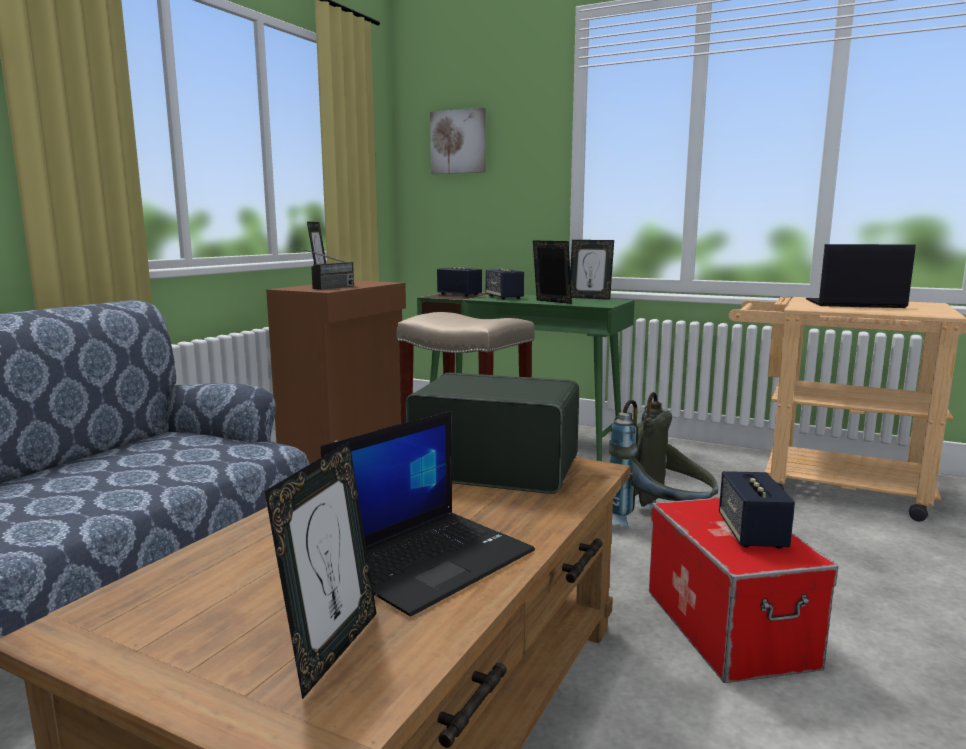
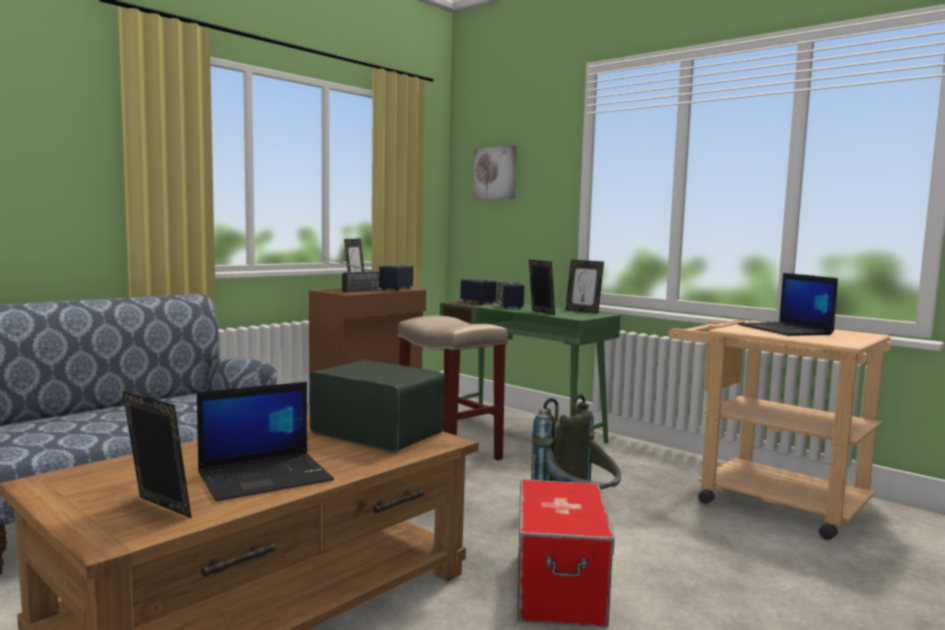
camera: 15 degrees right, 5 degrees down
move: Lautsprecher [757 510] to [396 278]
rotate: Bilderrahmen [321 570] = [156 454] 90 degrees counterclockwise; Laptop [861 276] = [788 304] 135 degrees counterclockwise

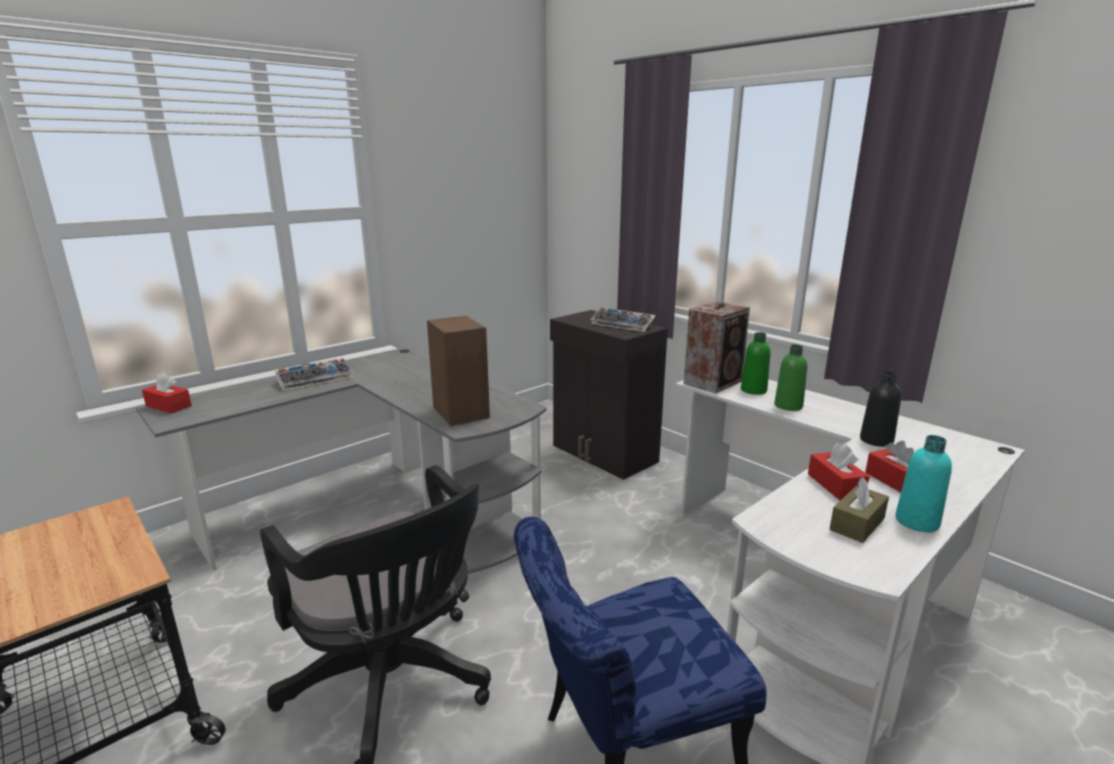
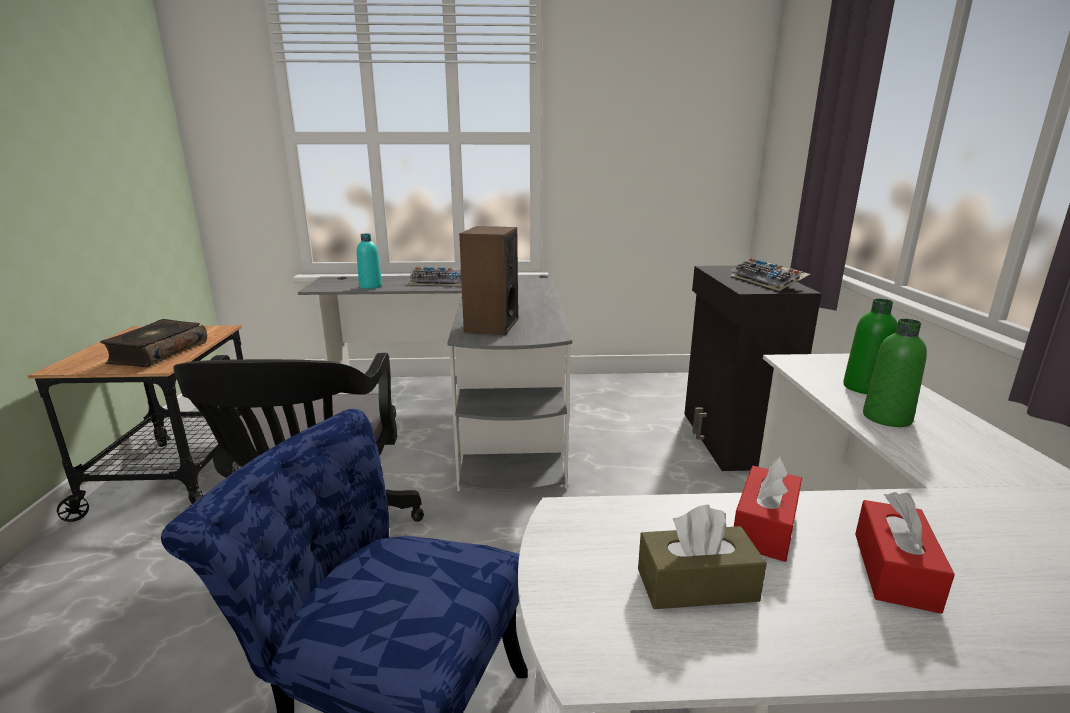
camera: 40 degrees right, 0 degrees up
delete: Taschentuchbox [rot] [167 393]; Lautsprecher [717 347]; Flasche [schwarz] [880 409]
insert: Buch [153 343]
move: Flasche [türkis] [924 483] to [369 261]

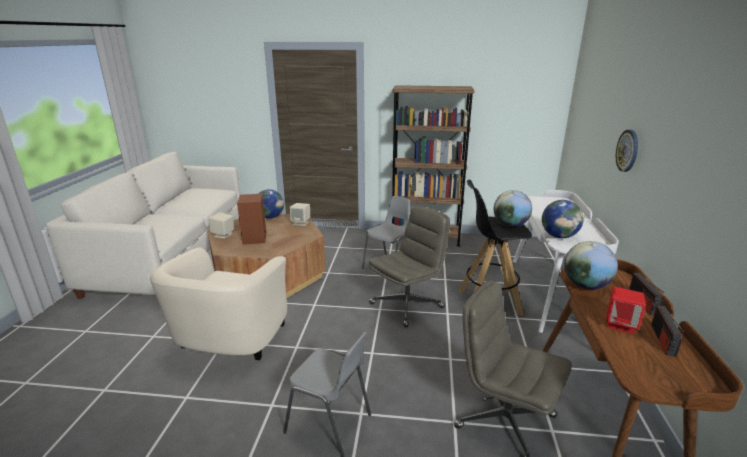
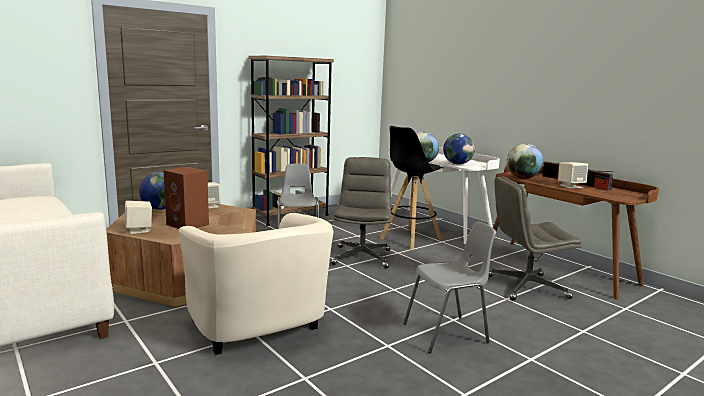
camera: 45 degrees left, 10 degrees down
delete: Wanduhr [627 151]
recolor: Lautsprecher [rot] [626 310] to Lautsprecher [beige] [573 175]

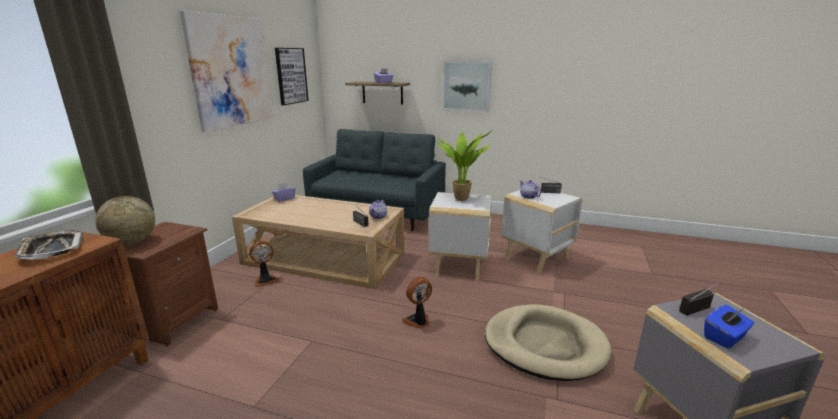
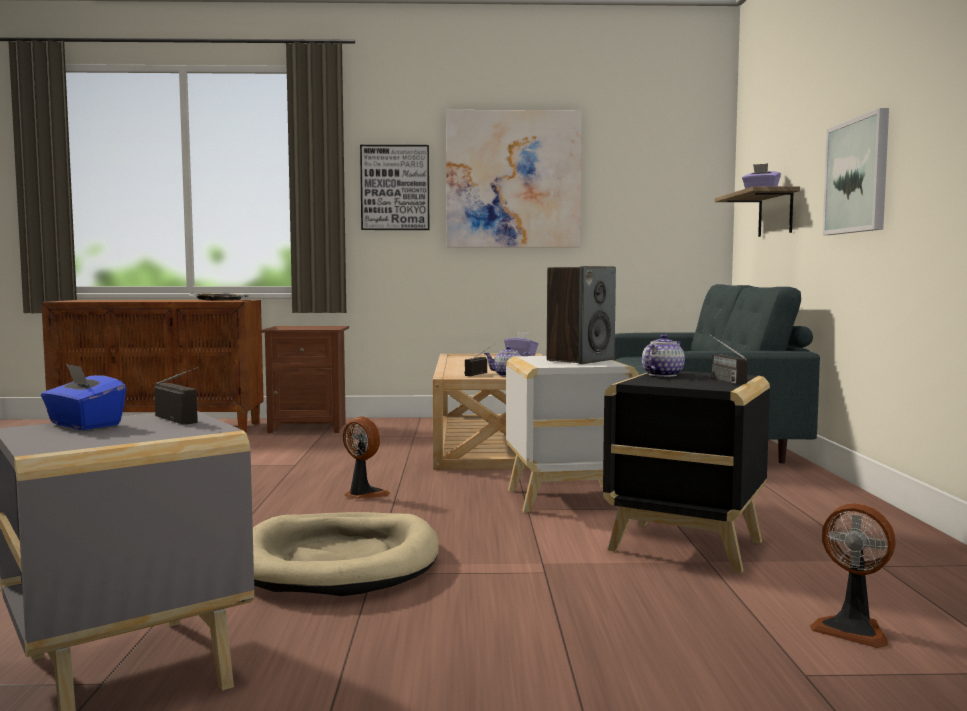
camera: 70 degrees right, 15 degrees down
delete: Globus [125 220]
move: Ventilator [264 264] to [852 575]; Bild [292 76] to [394 187]
replace: Topfpflanze [464 165] to Lautsprecher [581 315]
recolor: Beistelltisch [weiß] [541 230] to Beistelltisch [schwarz] [686 472]

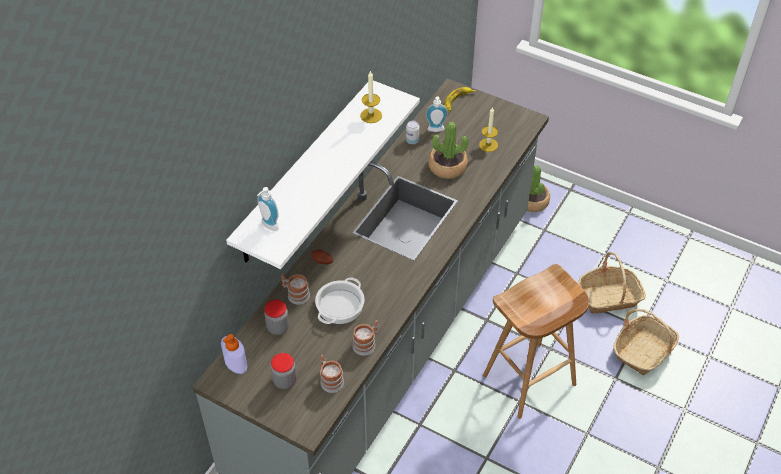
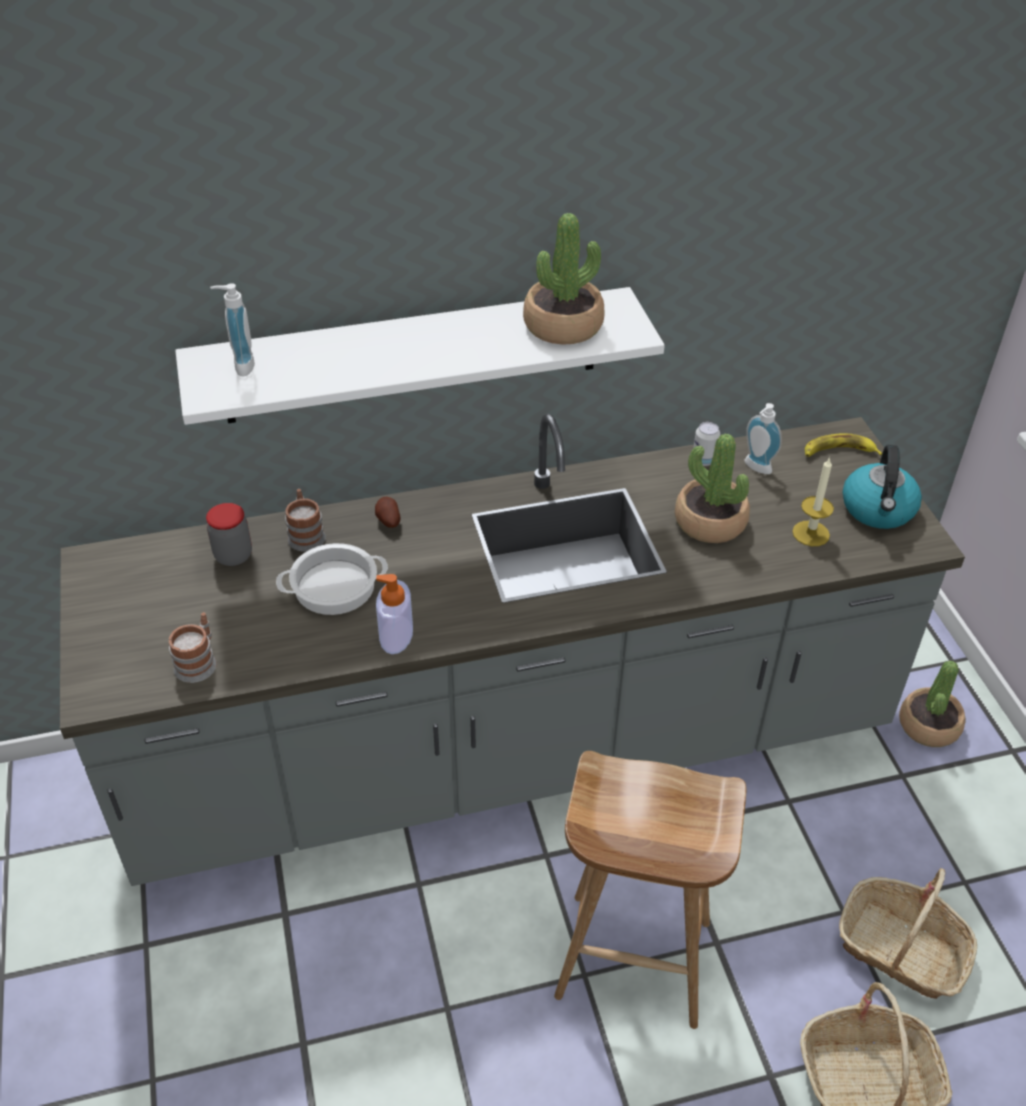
camera: 45 degrees right, 5 degrees down
delete: Vorratsglas [284 371]; Henkelbecher [365 337]
insert: Wasserkessel [882 487]
move: Seifenspender [234 354] to [394 614]
replace: Kerze [371 96] to Topfpflanze [563 279]

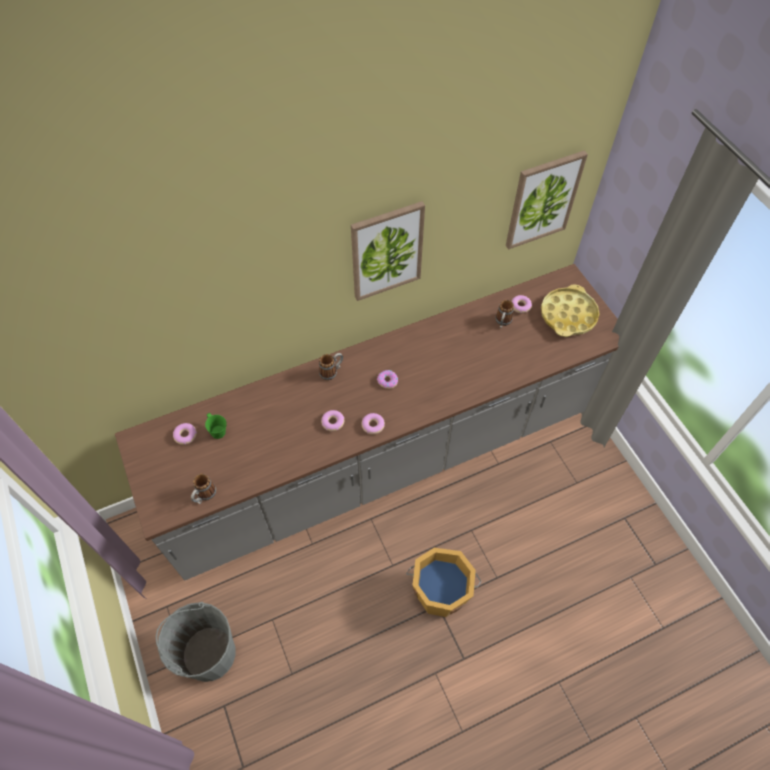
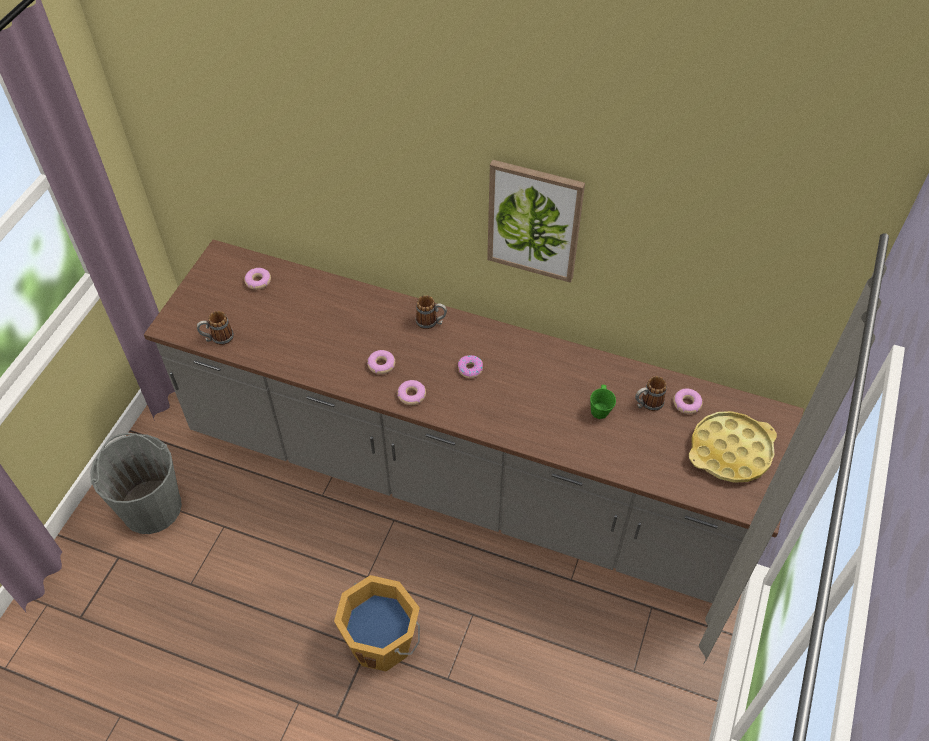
camera: 45 degrees right, 5 degrees down
delete: Bild [547 200]
move: Henkelbecher [grün] [216 426] to [603 402]

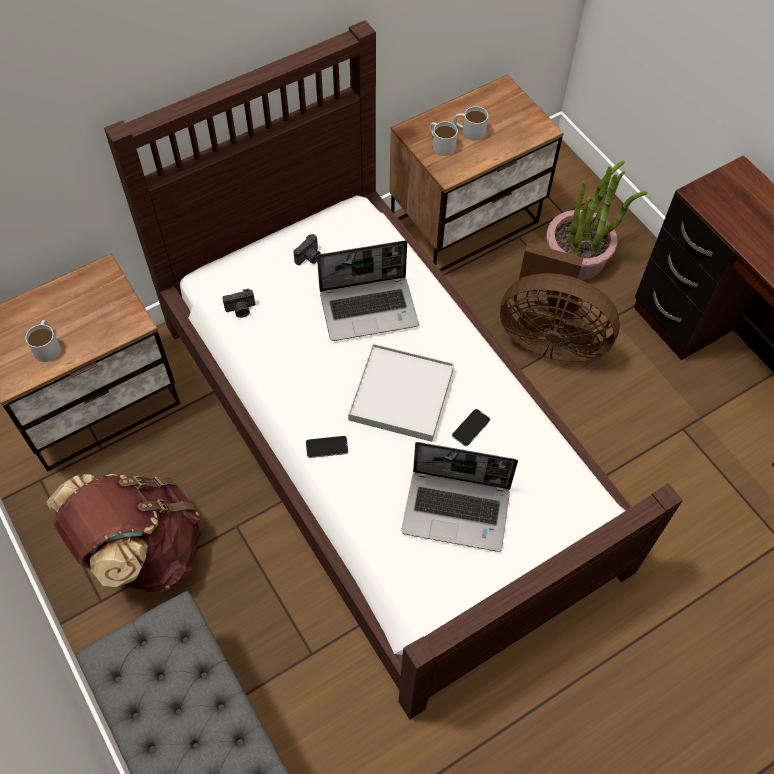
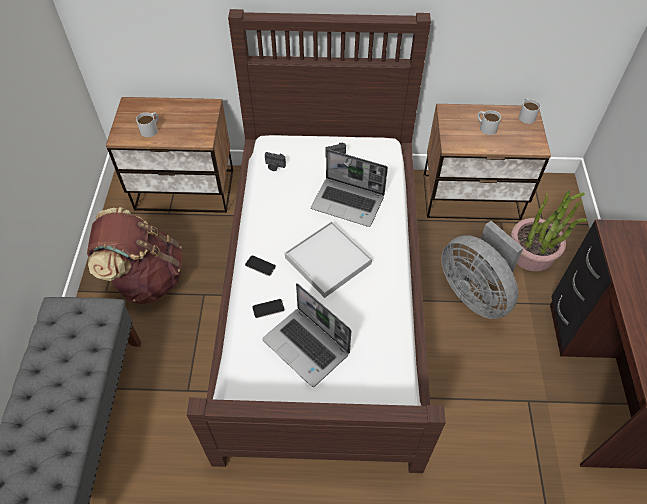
camera: 35 degrees right, 5 degrees down
move: Henkelbecher [weiß] [444 138] to [529 111]; Handy [471 427] to [268 308]
recolor: Ventilator [braun] [560 302] to Ventilator [grau] [482 270]

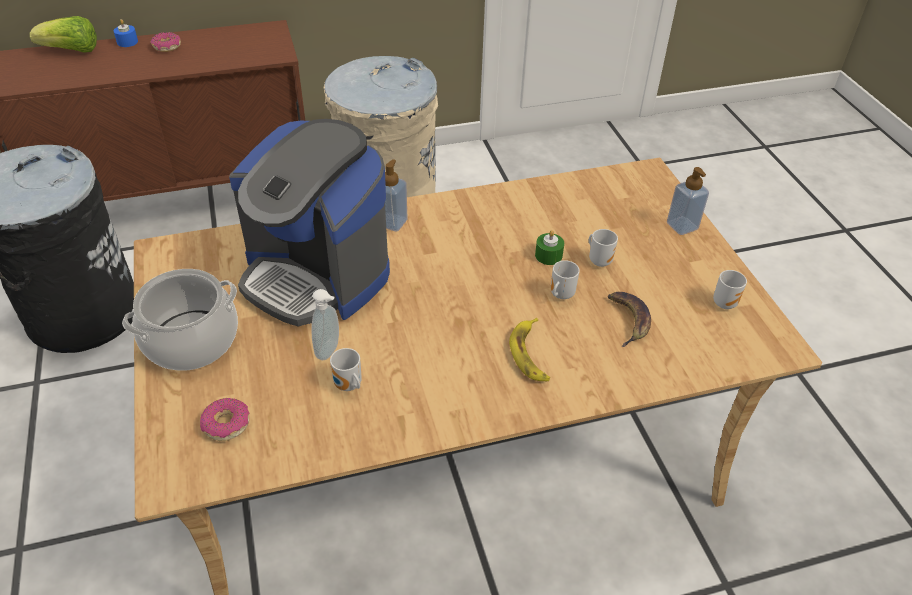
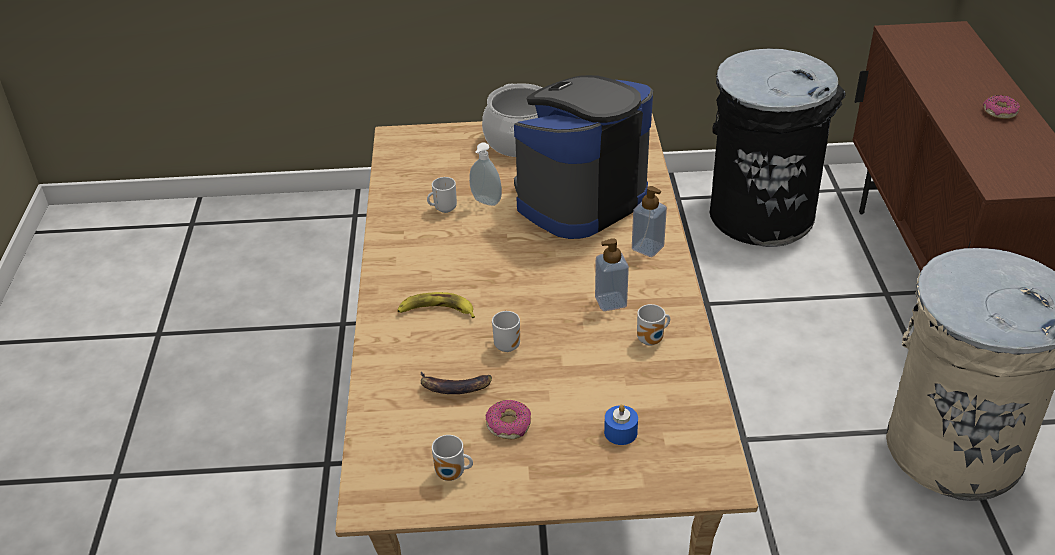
camera: 105 degrees right, 5 degrees down
delete: Salatkopf [63 34]; Kerze [grün] [549 247]
move: Kerze [blau] [126 33] to [621 424]; Donut [224 419] to [508 419]; Henkelbecher [603 248] to [653 325]; Seifenspender [688 201] to [612 274]

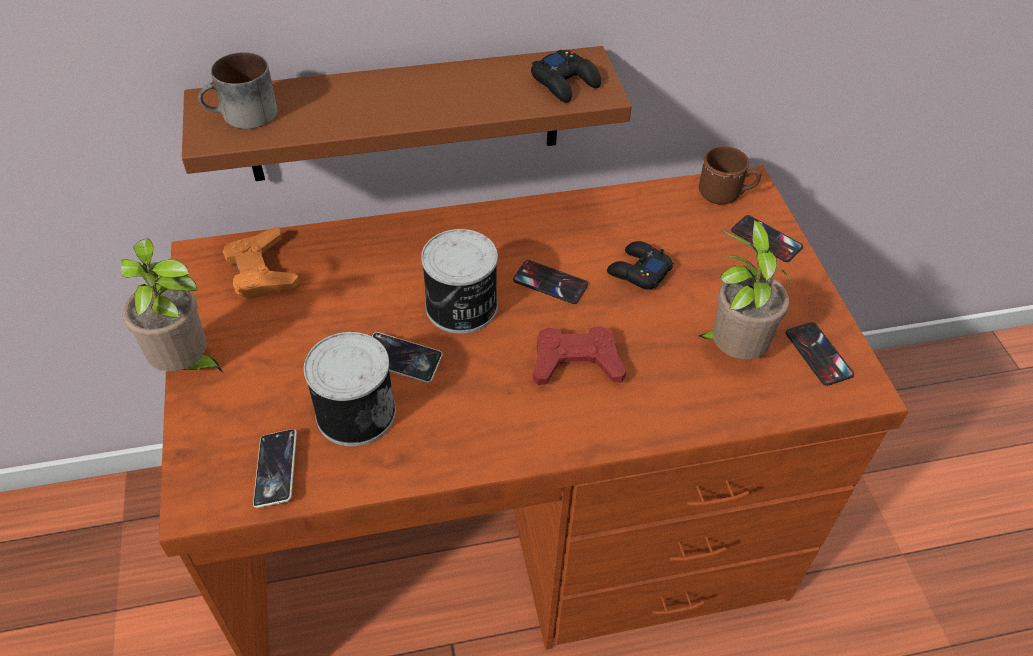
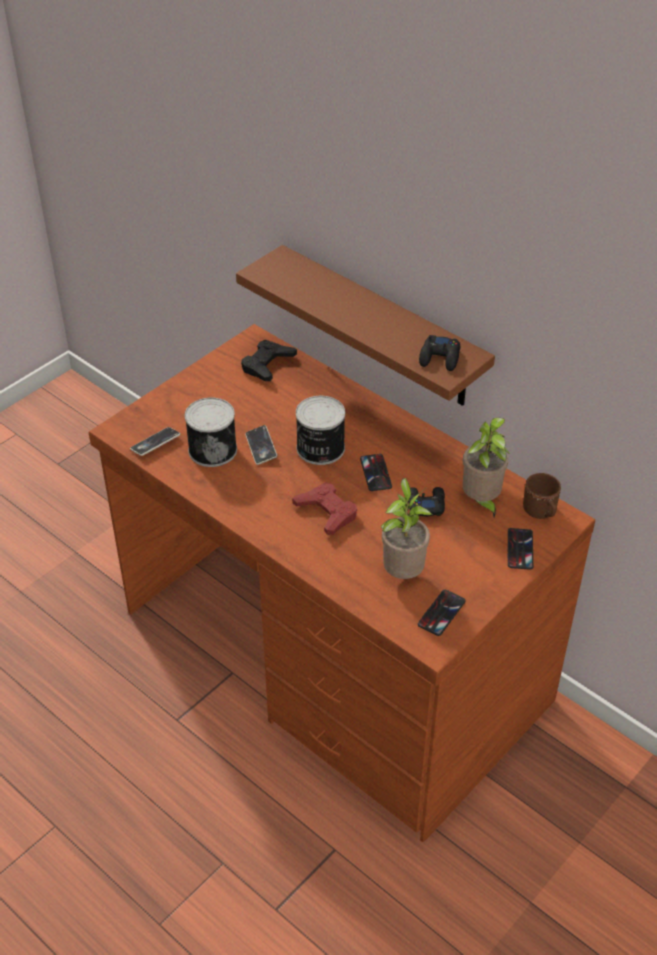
camera: 55 degrees right, 5 degrees down
delete: Henkelbecher [237 90]
move: Topfpflanze [172 306] to [486 468]
recolor: Gamepad [orange] [261 263] to Gamepad [schwarz] [269 360]

